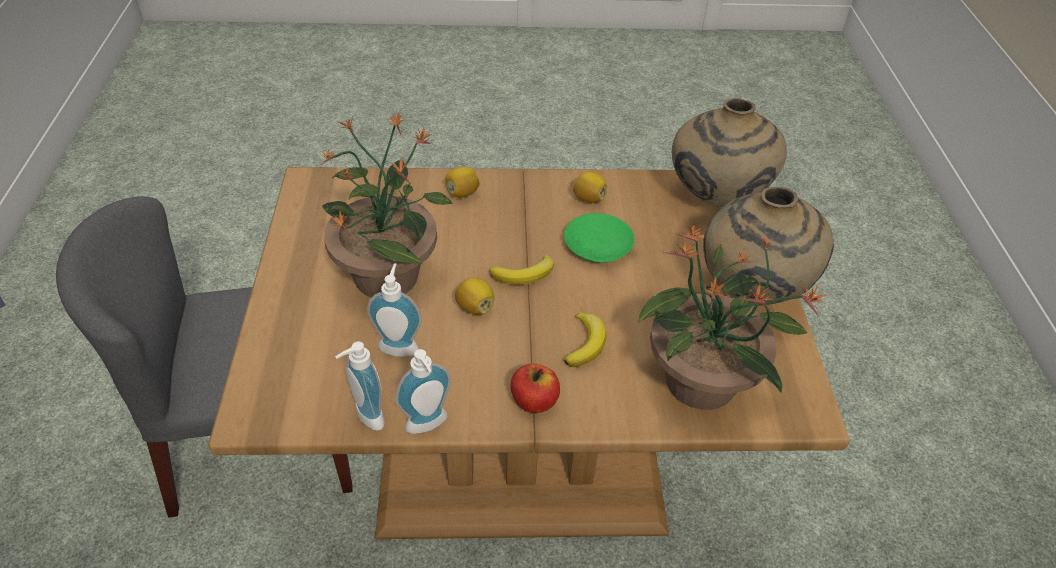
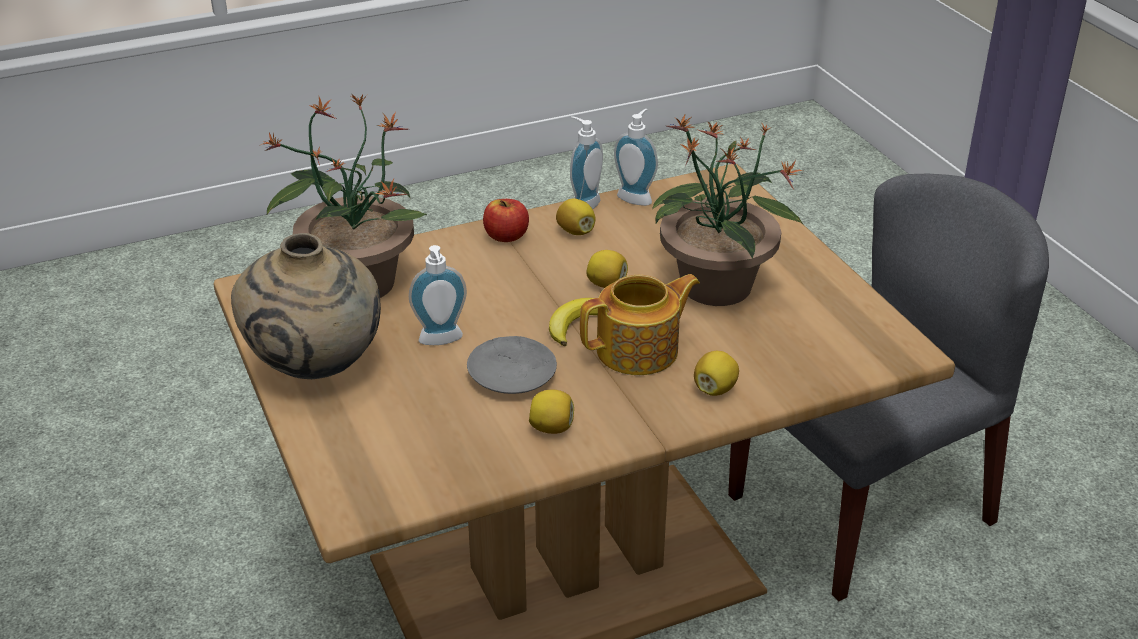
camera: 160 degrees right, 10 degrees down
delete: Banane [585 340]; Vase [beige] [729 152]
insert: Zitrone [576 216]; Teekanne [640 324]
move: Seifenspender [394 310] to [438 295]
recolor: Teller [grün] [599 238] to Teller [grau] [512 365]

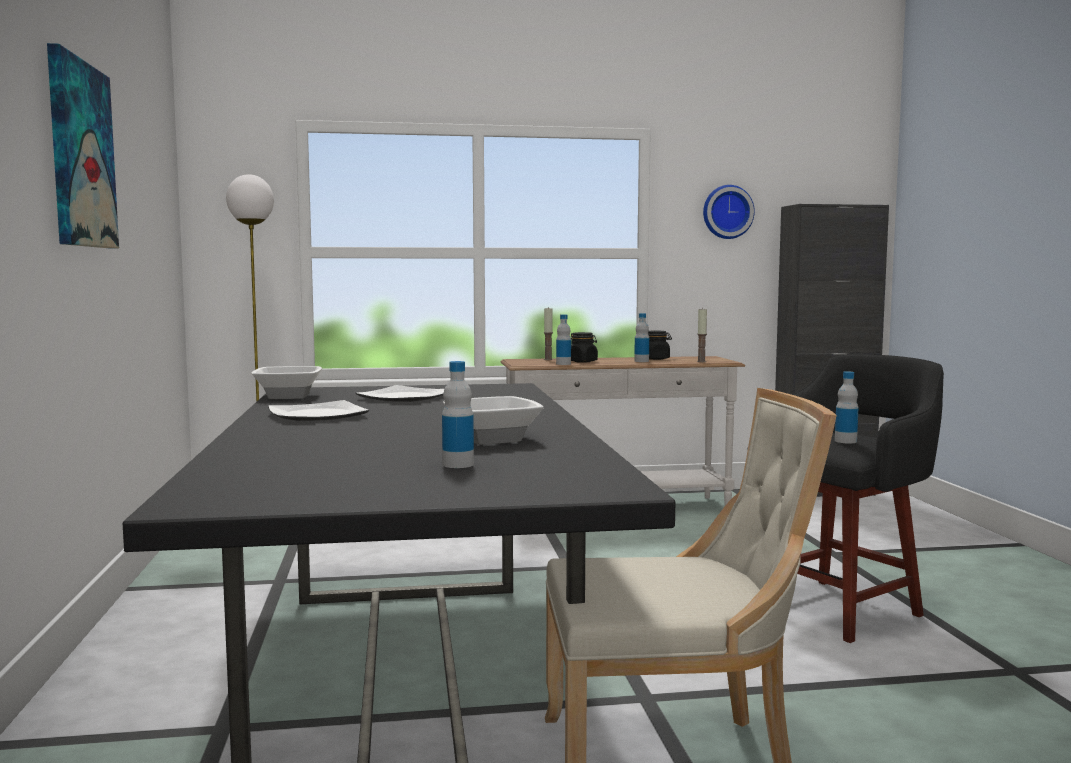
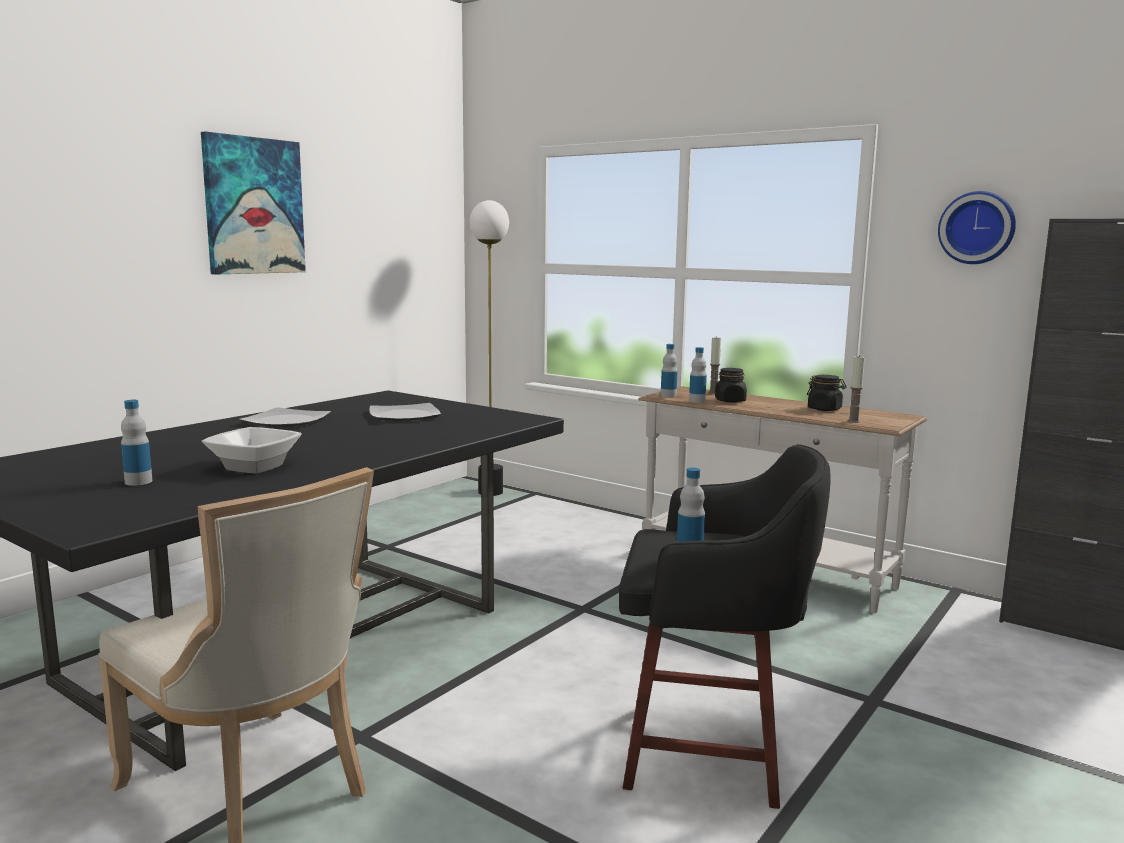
camera: 45 degrees right, 5 degrees up
delete: Schüssel [286 382]
move: Flasche [641 337] to [669 371]

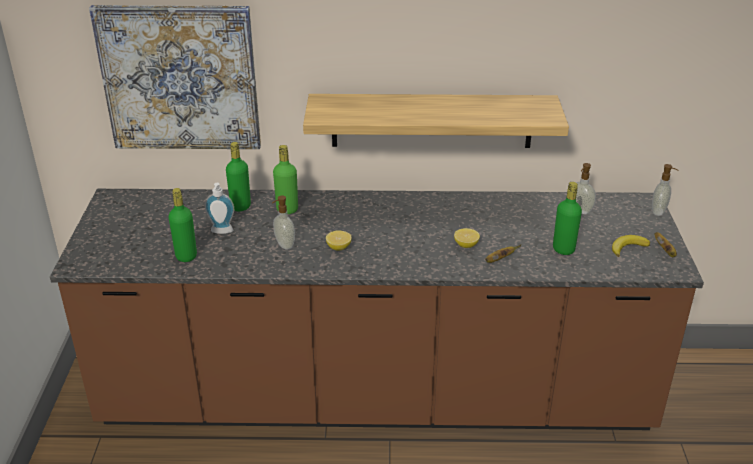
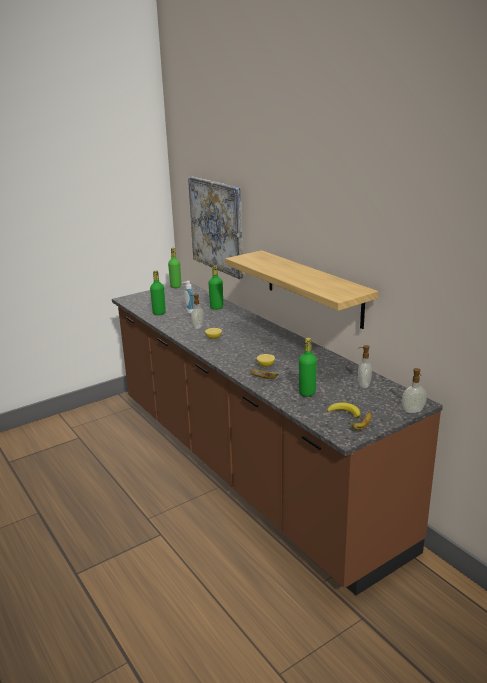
camera: 55 degrees right, 10 degrees down
move: Flasche [grün] [285 179] to [174 268]

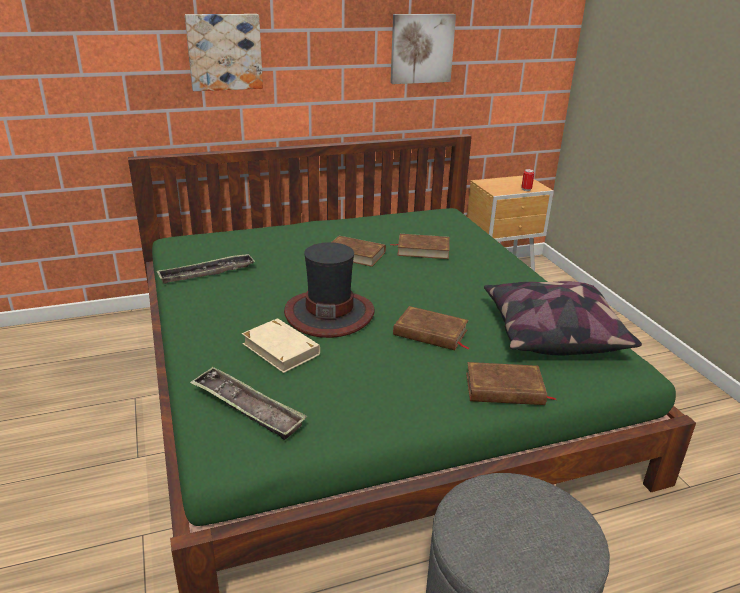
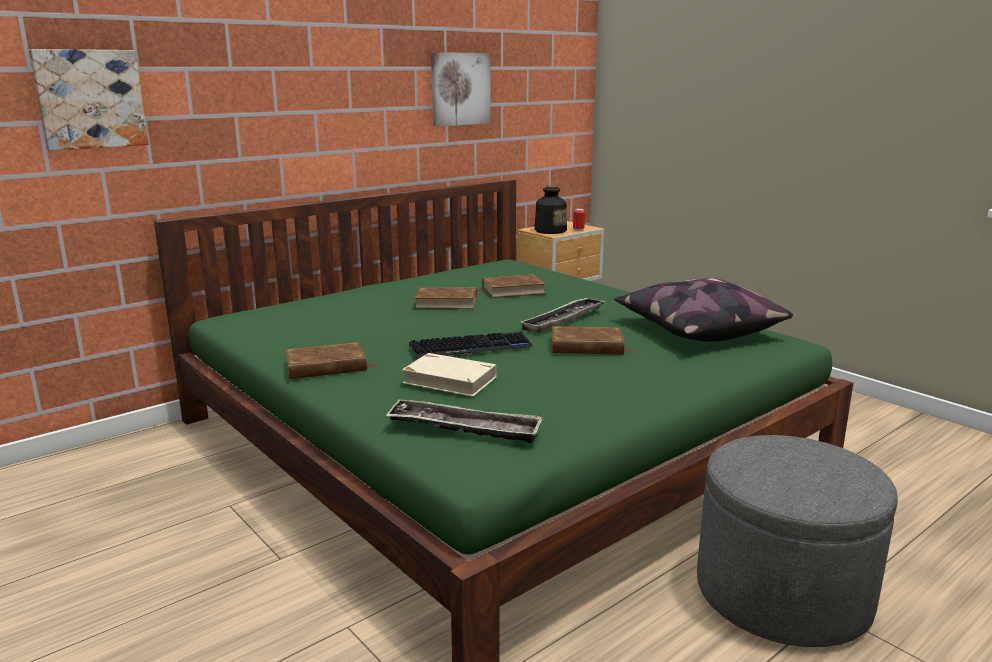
camera: 20 degrees left, 10 degrees down
insert: Flasche [550 209]
move: Tablett [206 268] to [562 315]; Bild [224 52] to [88 100]; Buch [braun] [511 383] to [331 360]
replace: Hut [329 290] to Tastatur [471 345]

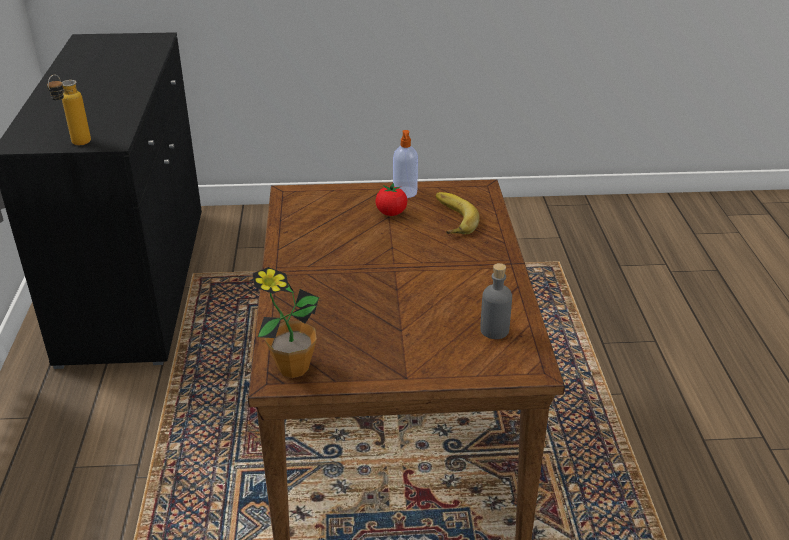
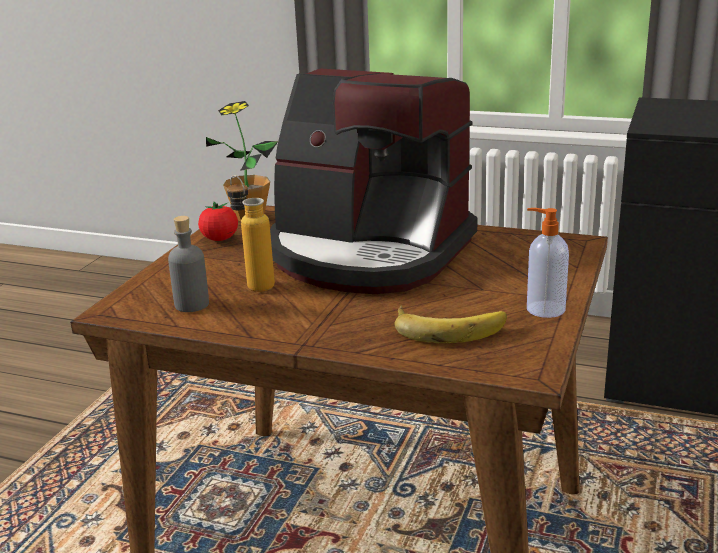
camera: 115 degrees right, 10 degrees down
insert: Kaffeemaschine [374 181]
move: Flasche [69 110] to [251 233]; Tomate [391 199] to [218 221]

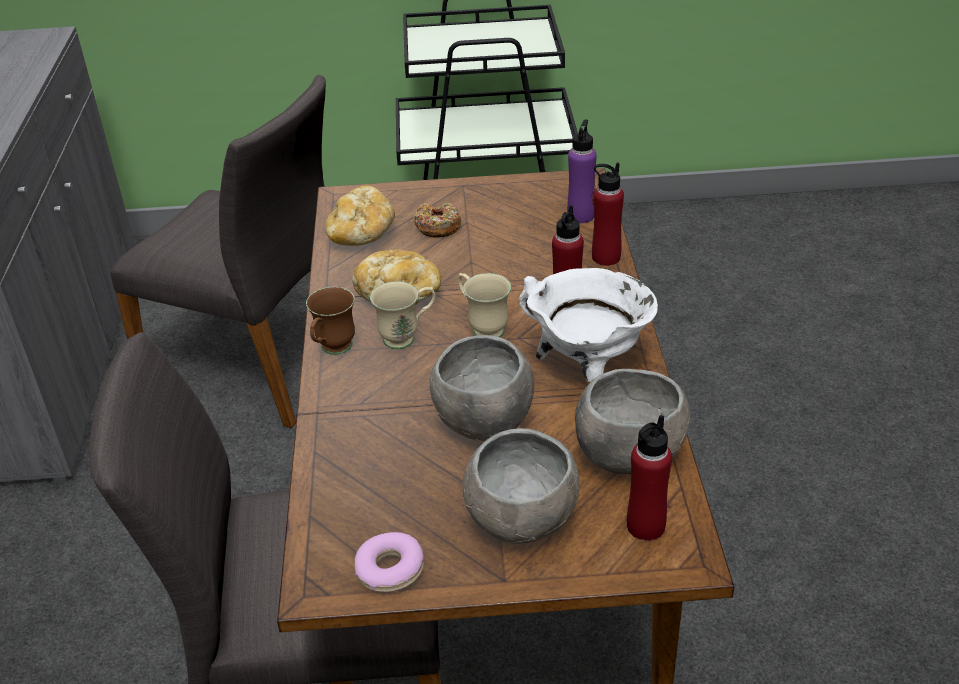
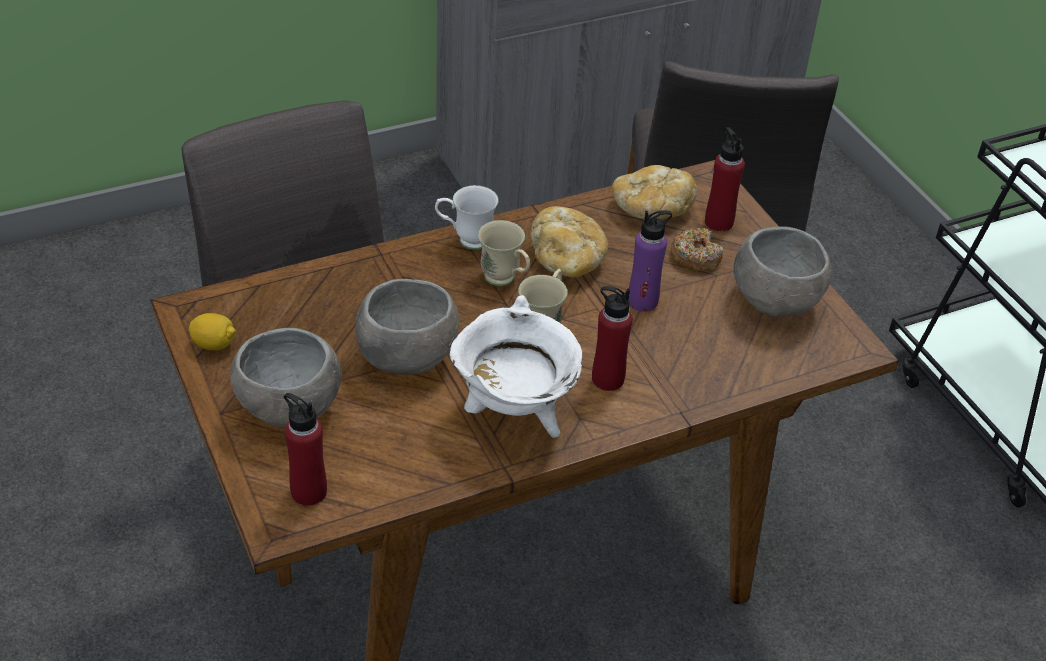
camera: 65 degrees right, 5 degrees up
move: Flasche [lila] [582 171] to [650 261]; Schüssel [grau] [632 421] to [782 271]; Flasche [rot] [608 214] to [725 179]
replace: Donut [389 562] to Zitrone [212 331]
recolor: Henkelbecher [braun] [330 321] to Henkelbecher [weiß] [467 217]

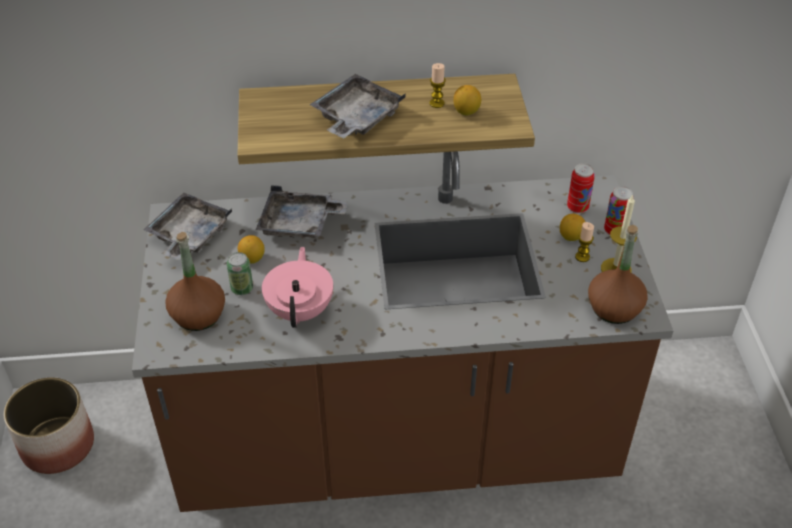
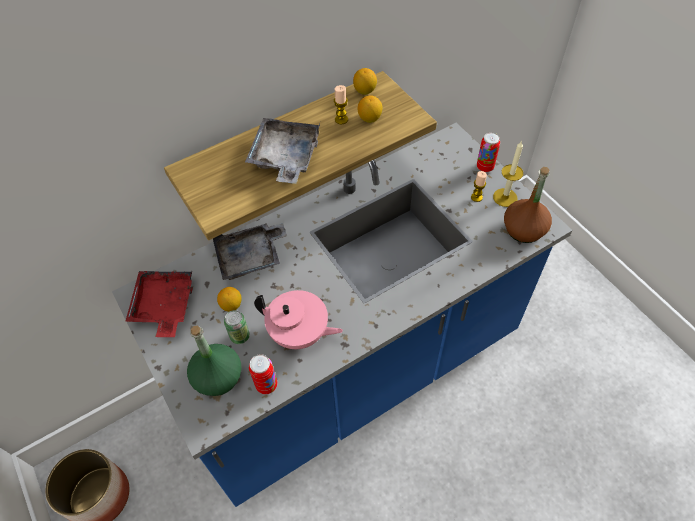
camera: 25 degrees left, 10 degrees up
move: Zitrone [572 227] to [365 81]; Dose [581 188] to [263 374]
recolor: Küchenzeile [braun] [402 331] to Küchenzeile [blau] [342 315]; Tablett [grau] [187 226] to Tablett [rot] [159 304]; Flasche [braun] [195 281] to Flasche [grün] [214 360]
rotate: Teekanne [rosa] [297 287] = [298 319] 135 degrees clockwise

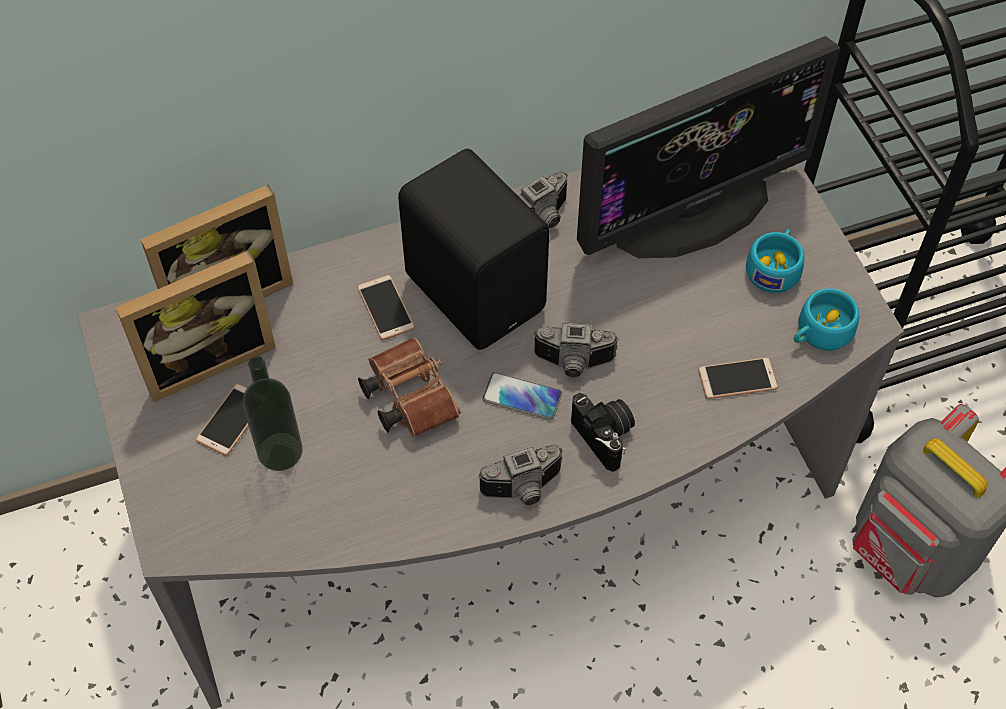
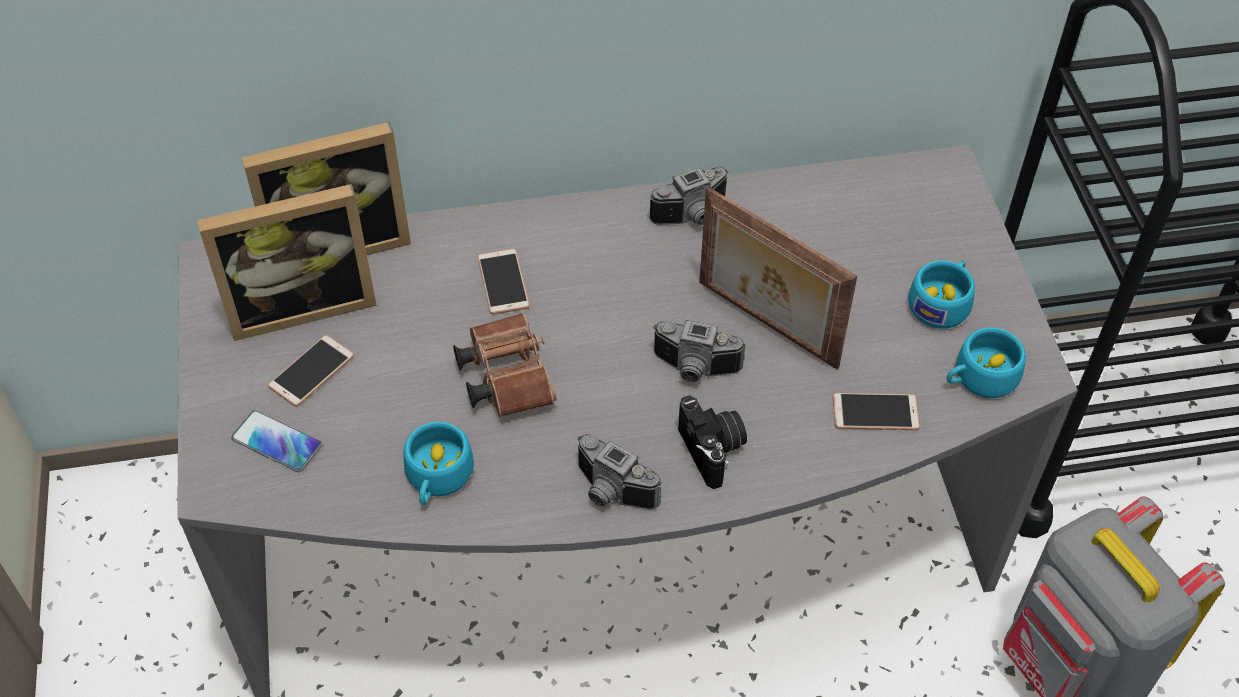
camera: 10 degrees right, 5 degrees down
delete: Flasche [273 413]; Lautsprecher [schwarz] [473 249]; Monitor [708 147]
insert: Tasse [türkis] [438 463]; Bilderrahmen [778 278]
move: Handy [522 396] to [276 441]
rotate: Kamera [520 475] = [619 472] 45 degrees clockwise

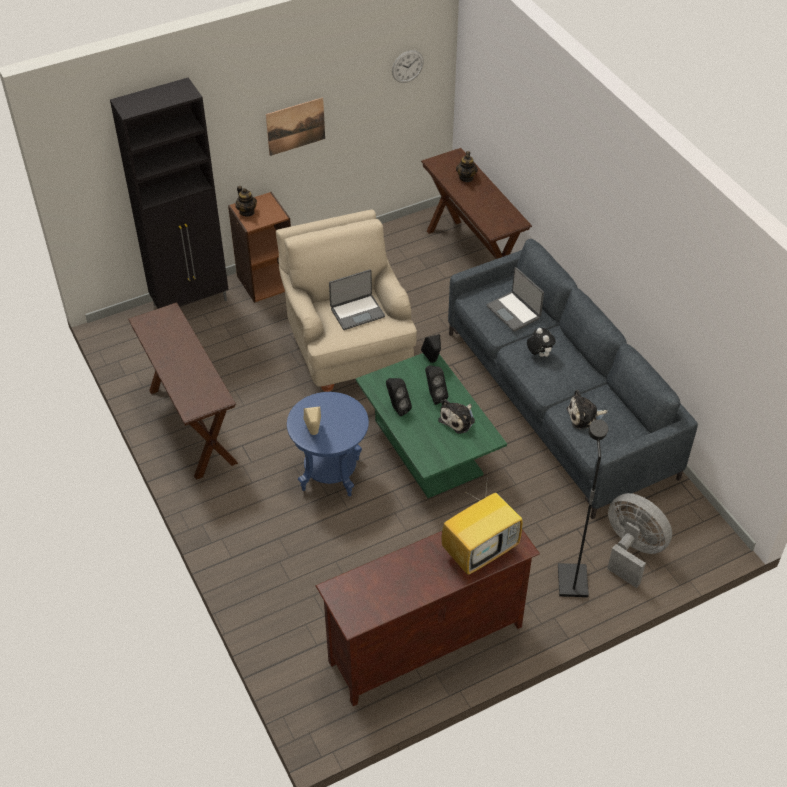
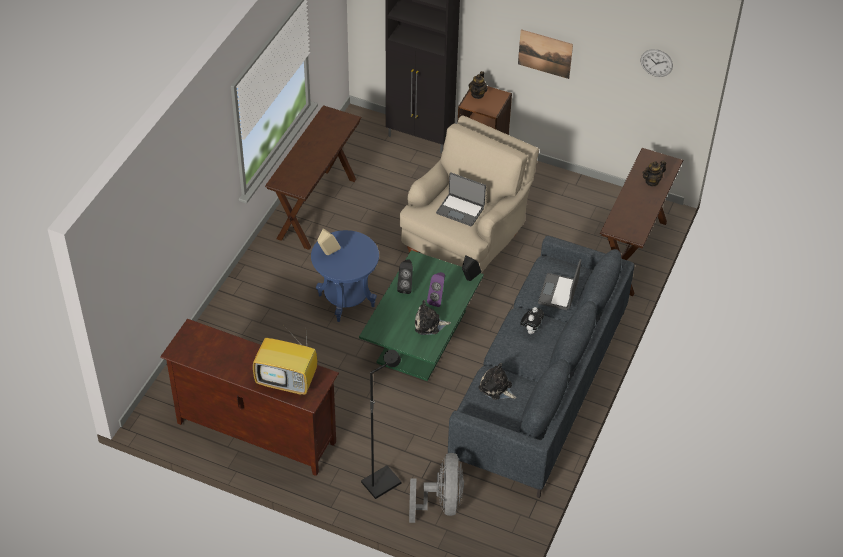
camera: 50 degrees right, 0 degrees up
recolor: Lautsprecher [schwarz] [436 385] to Lautsprecher [lila] [436 289]

